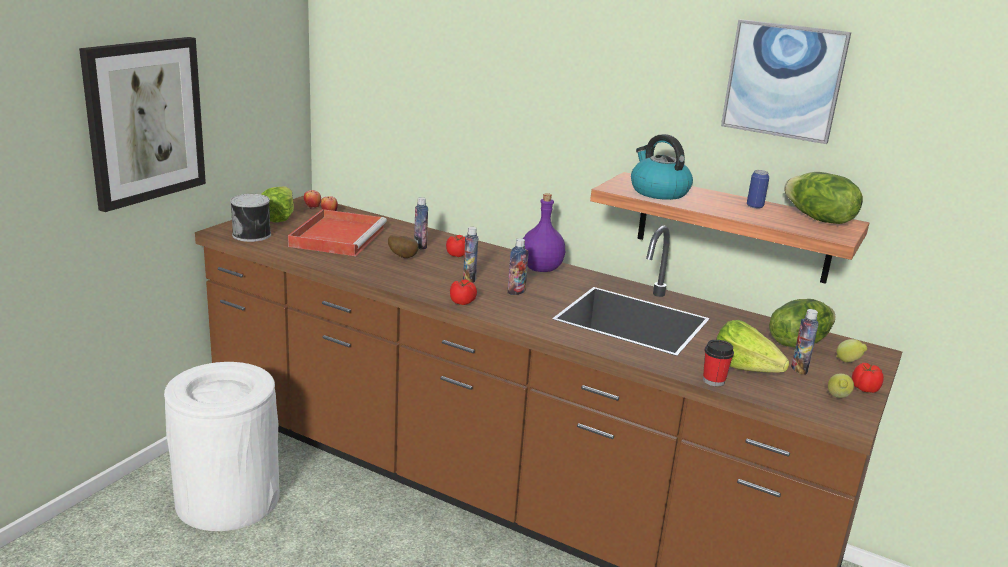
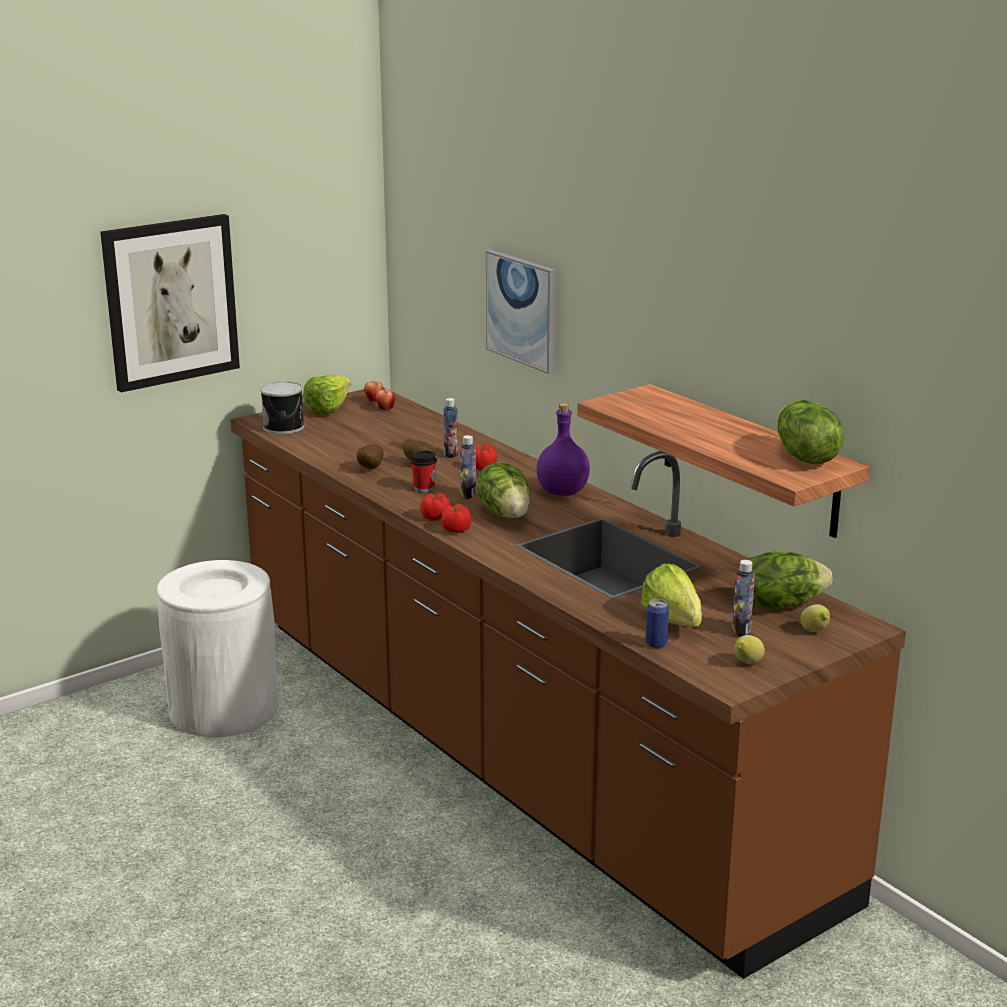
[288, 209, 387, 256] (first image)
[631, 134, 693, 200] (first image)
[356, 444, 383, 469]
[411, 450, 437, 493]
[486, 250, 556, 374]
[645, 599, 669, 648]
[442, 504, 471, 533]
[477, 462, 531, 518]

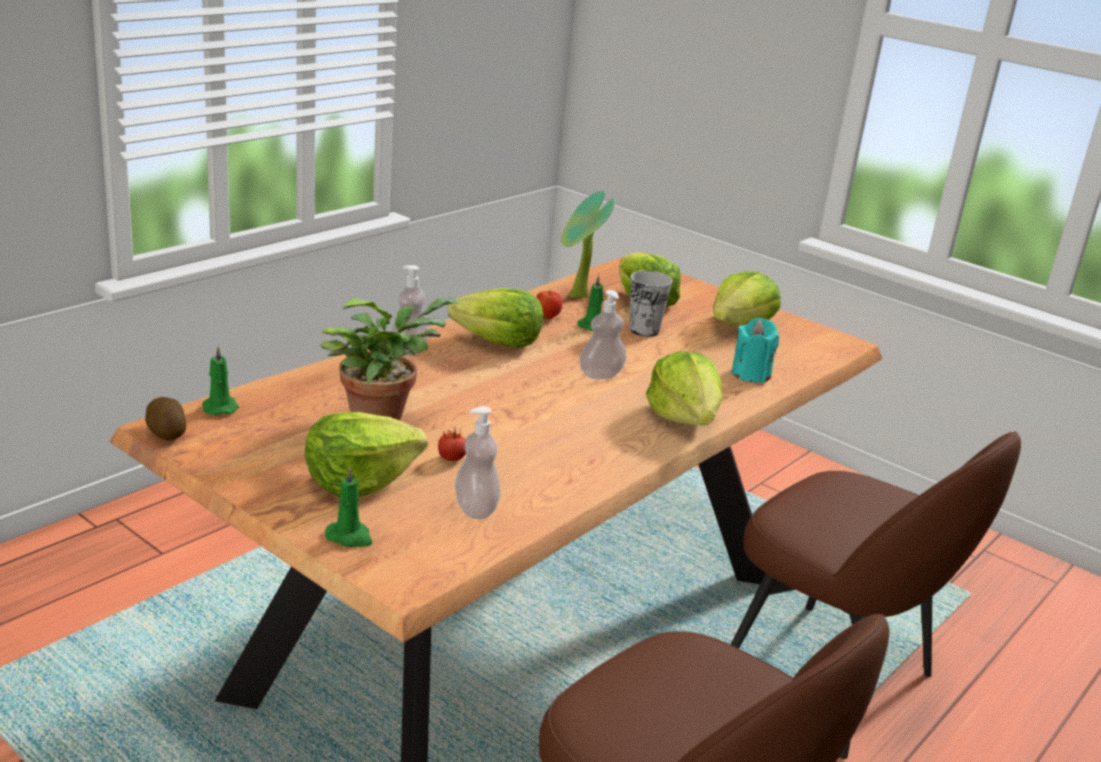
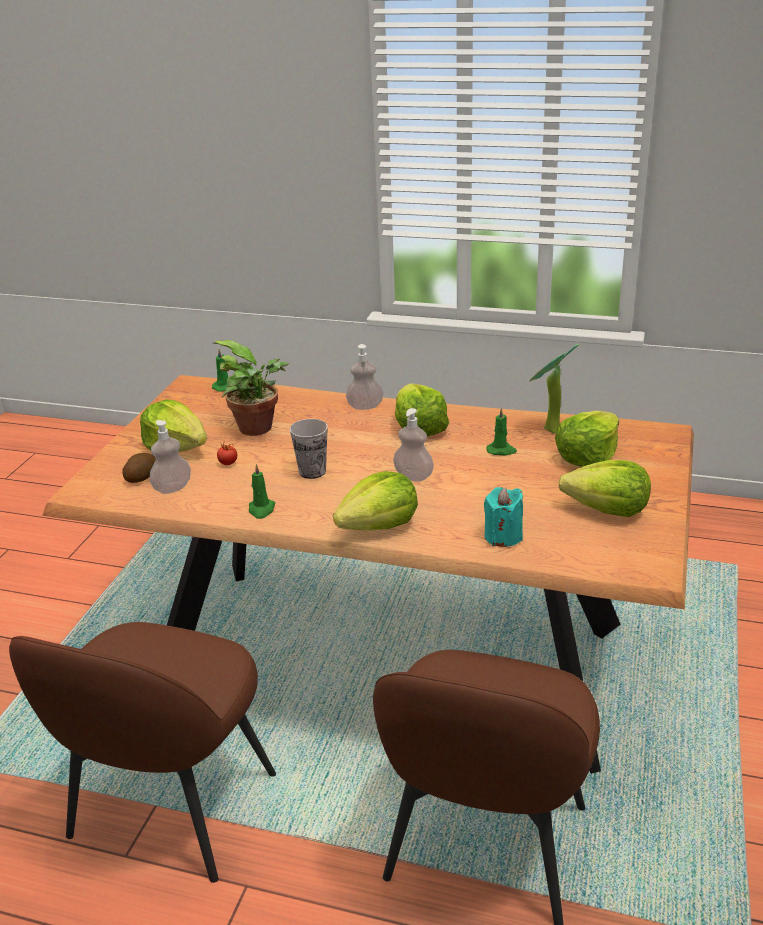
[536, 291, 562, 319] (first image)
[122, 453, 156, 483]
[249, 464, 275, 519]
[290, 419, 328, 479]

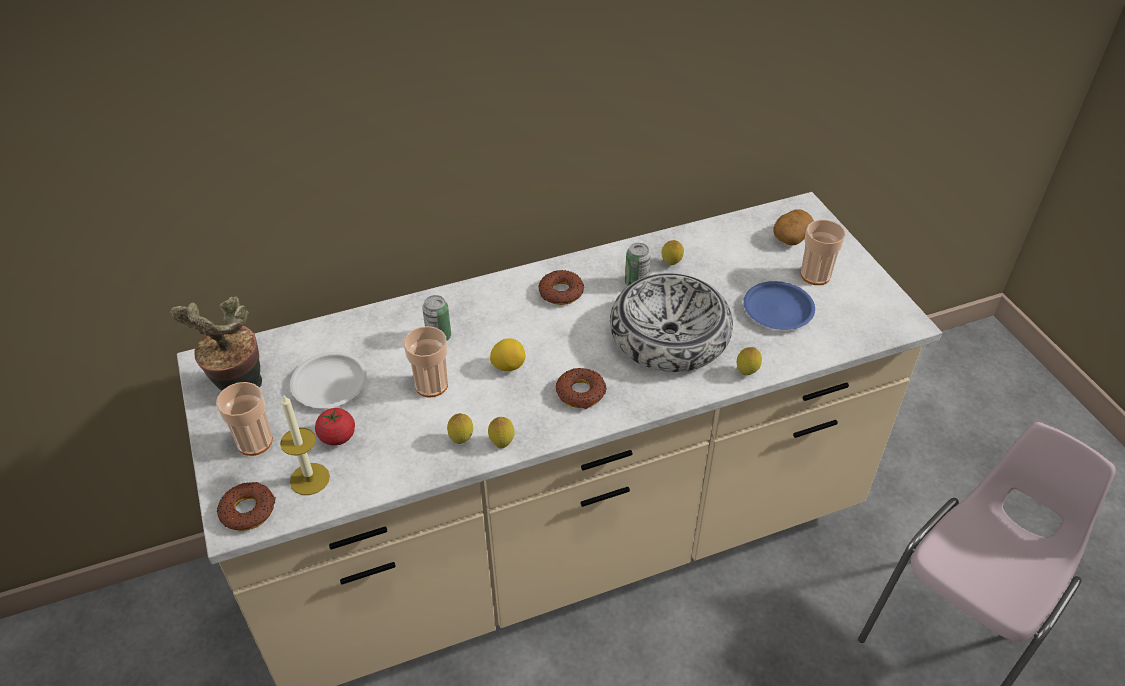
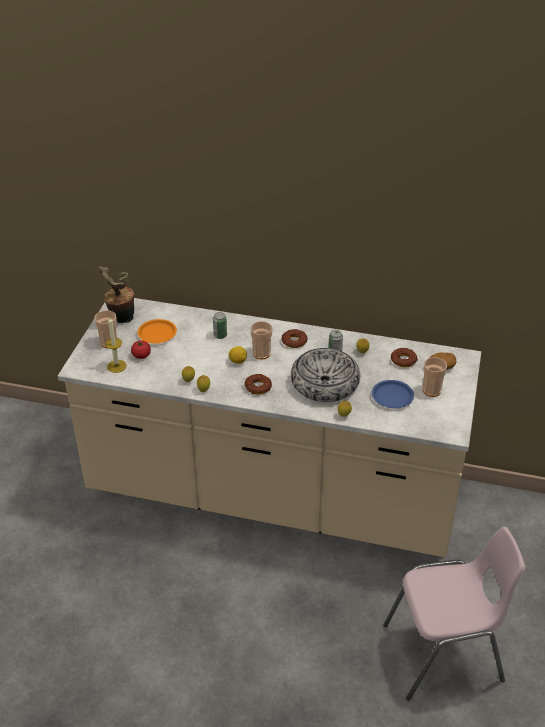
[391, 348, 417, 367]
[250, 321, 273, 360]
[138, 319, 177, 344]

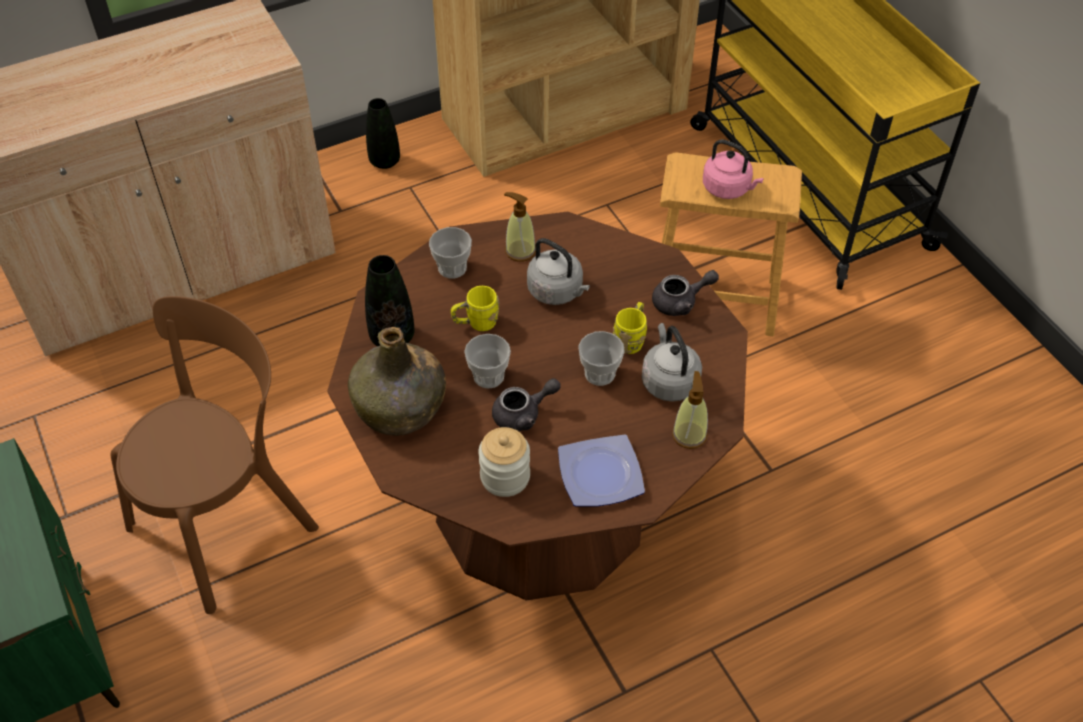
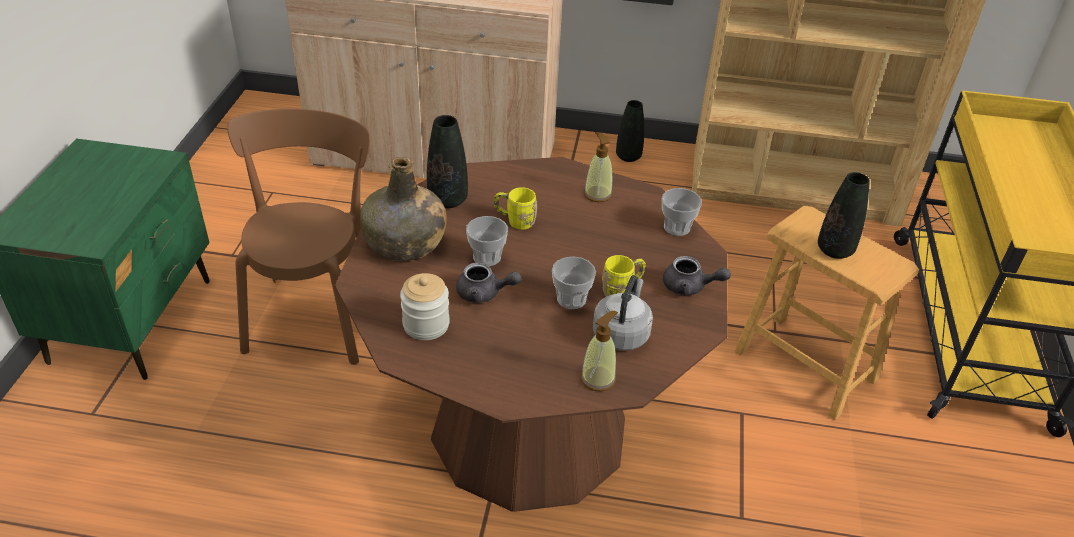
[527, 238, 590, 305] (first image)
[558, 435, 645, 507] (first image)
[662, 188, 702, 236]
[818, 172, 870, 259]
[227, 109, 370, 365]

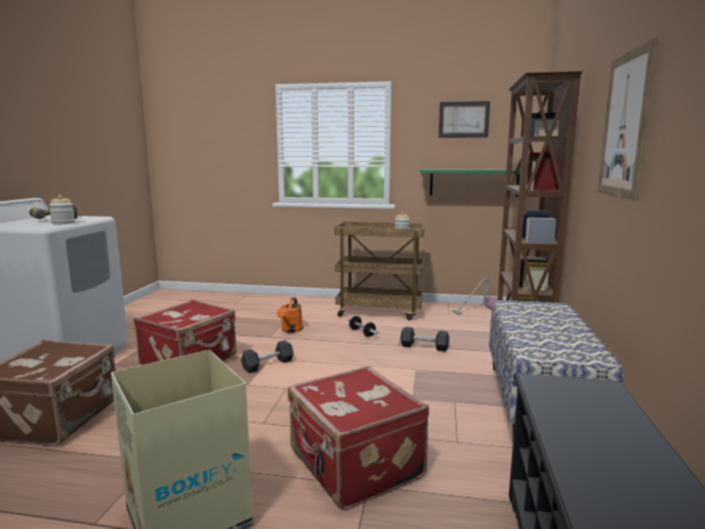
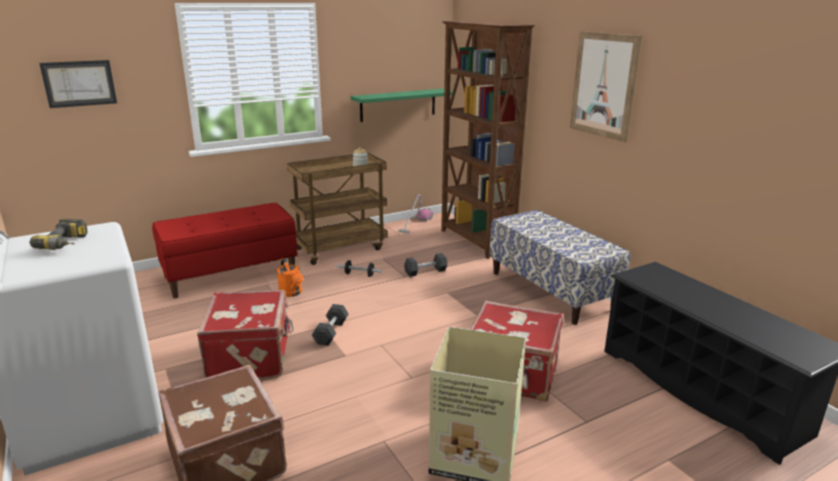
[49, 195, 75, 224] (first image)
[152, 203, 298, 298]
[39, 60, 117, 108]

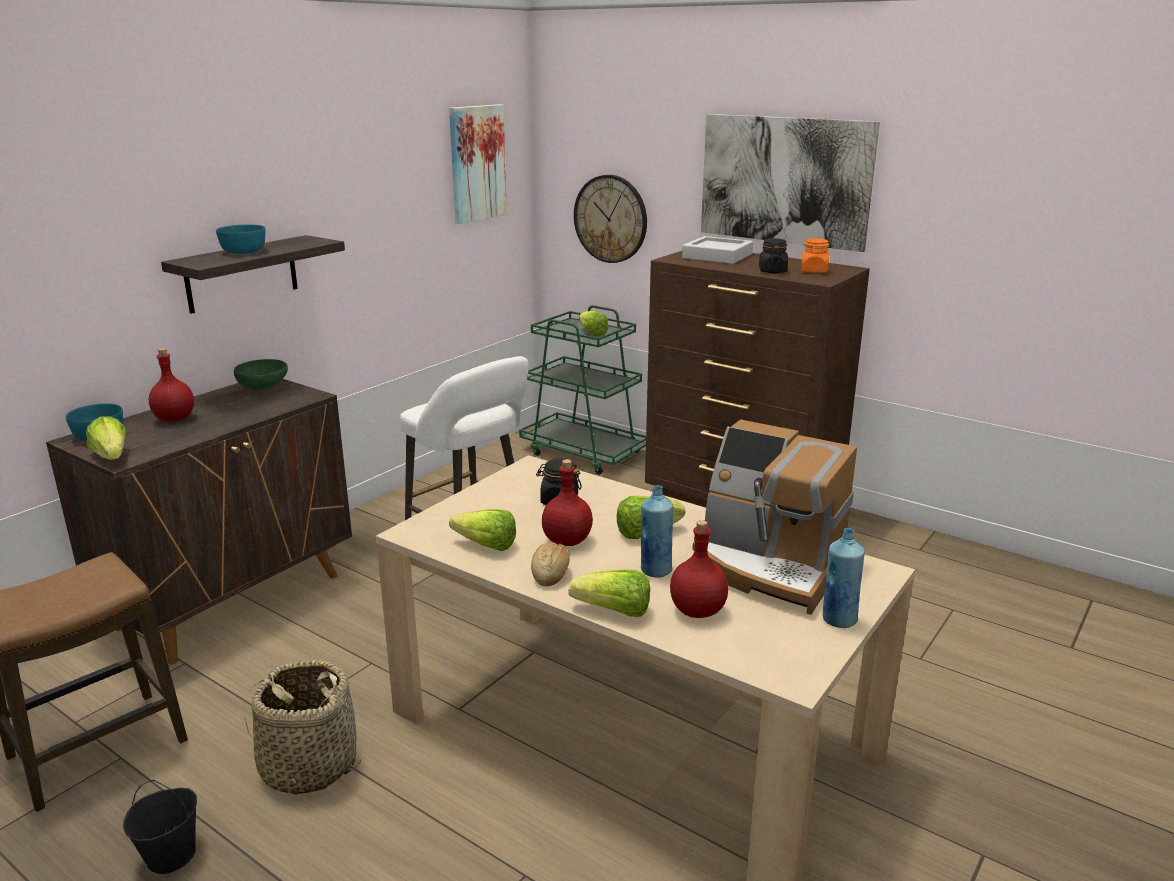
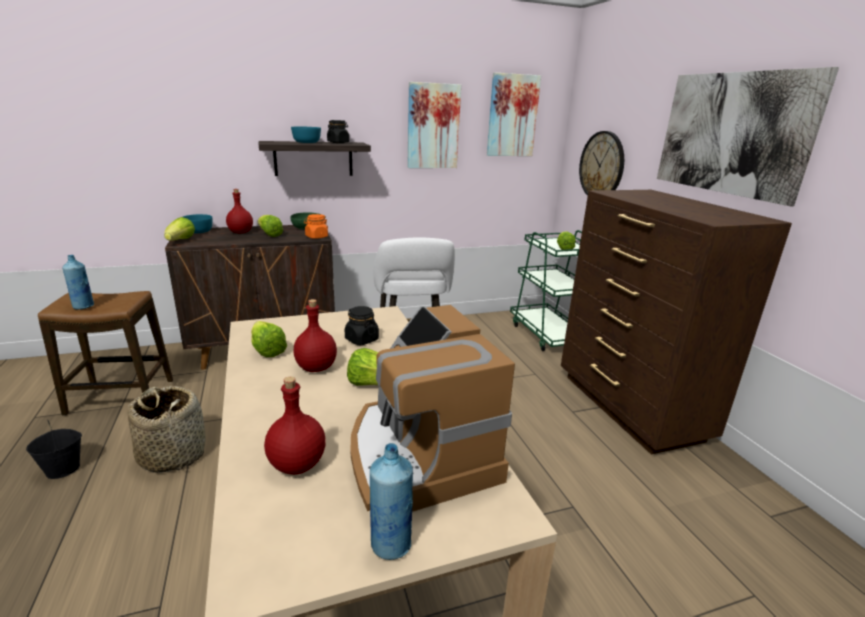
[531, 543, 570, 587] (first image)
[682, 236, 753, 264] (first image)
[407, 82, 461, 168]
[258, 215, 283, 237]
[62, 255, 94, 310]
[327, 120, 349, 143]
[304, 214, 328, 239]

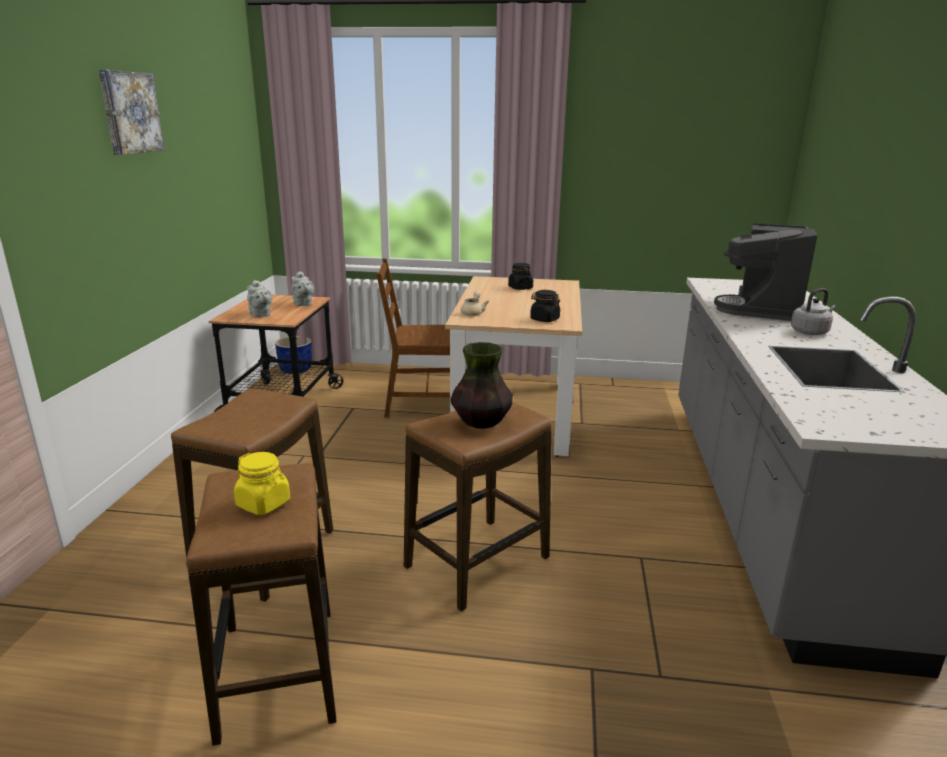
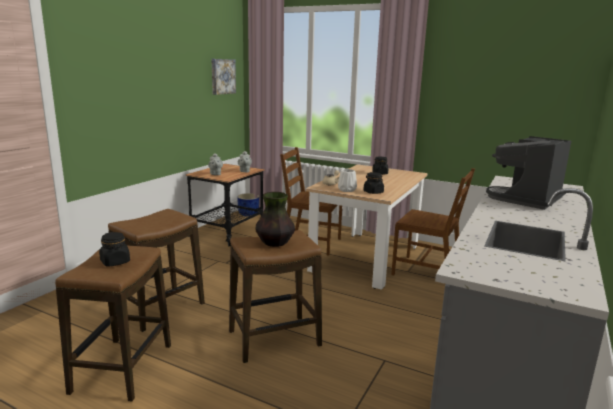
[791, 288, 836, 335] (first image)
[338, 169, 357, 192]
[391, 168, 475, 275]
[211, 59, 236, 95]
[99, 232, 130, 267]

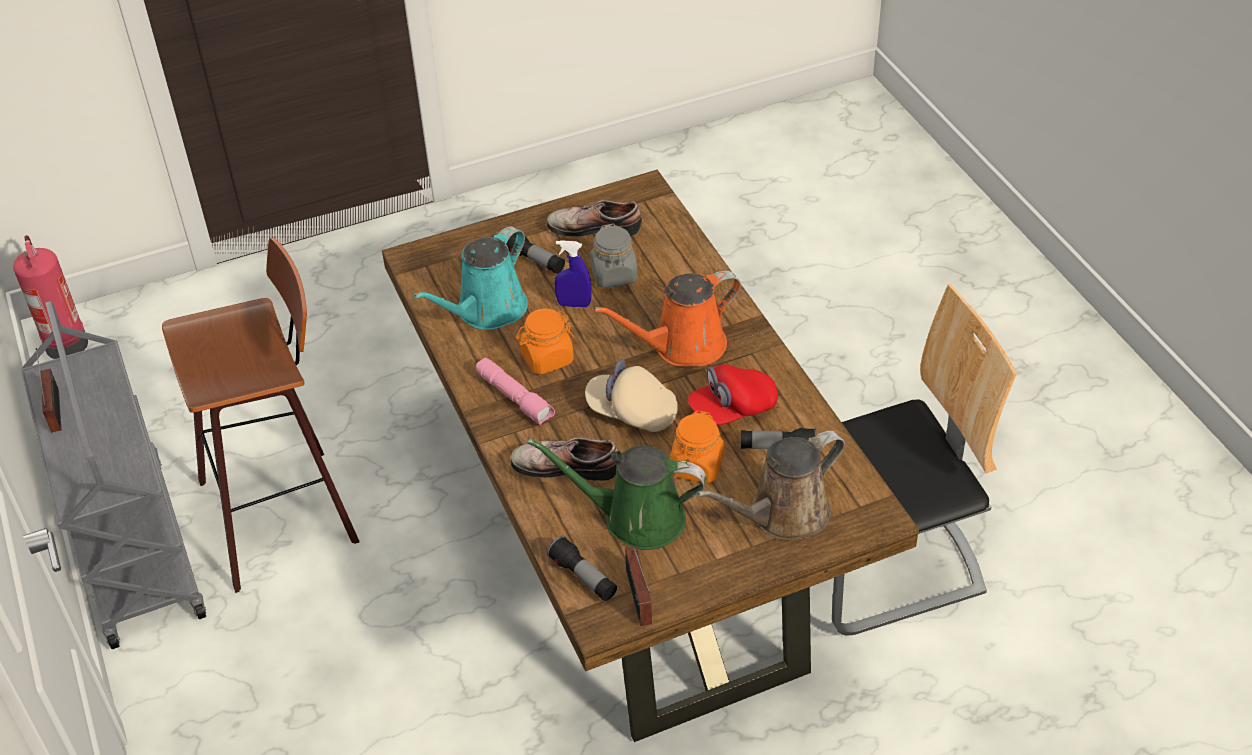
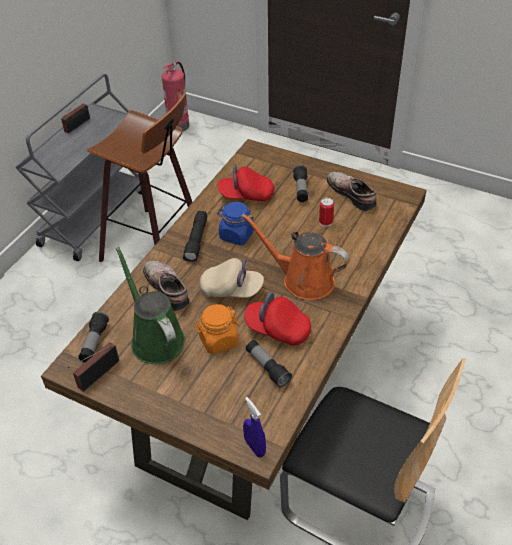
[697, 431, 845, 540] (first image)
[243, 397, 266, 457]
[217, 164, 274, 201]
[319, 198, 334, 227]
[183, 211, 207, 262]
[217, 202, 254, 245]
[200, 258, 264, 298]

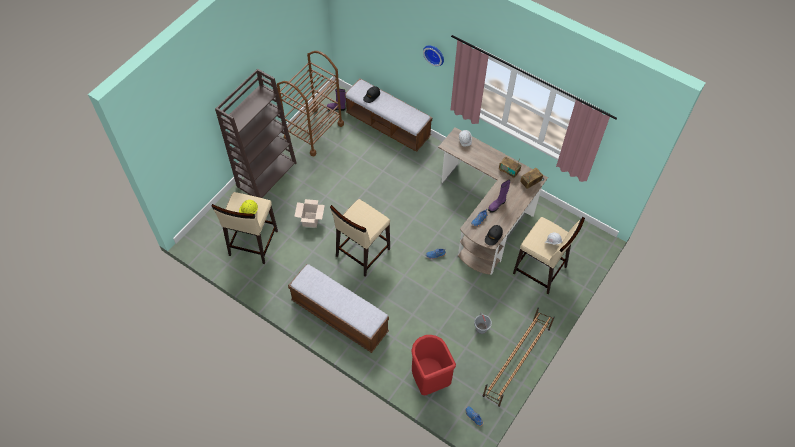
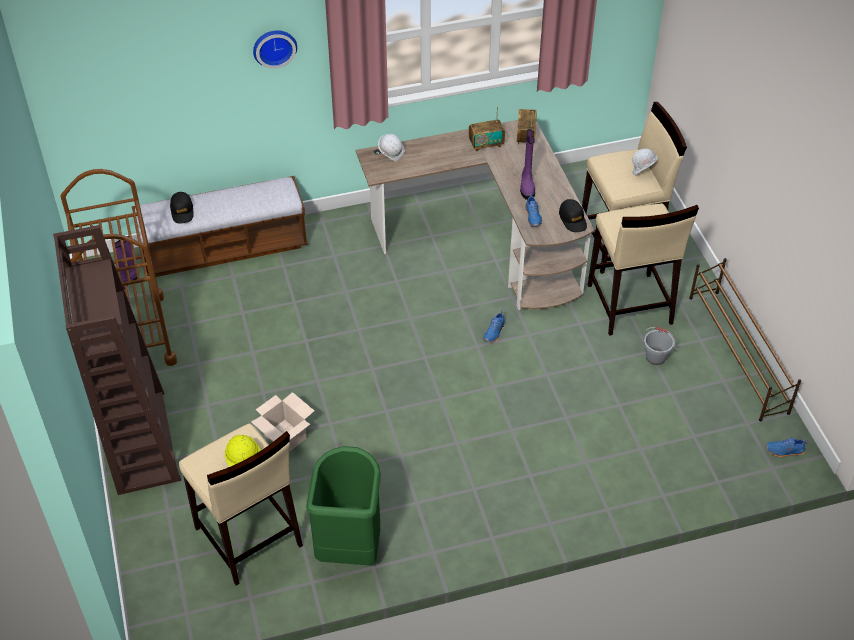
[288, 264, 389, 353] (first image)
[411, 335, 456, 395] (first image)
[306, 446, 380, 565]
[588, 203, 699, 336]

